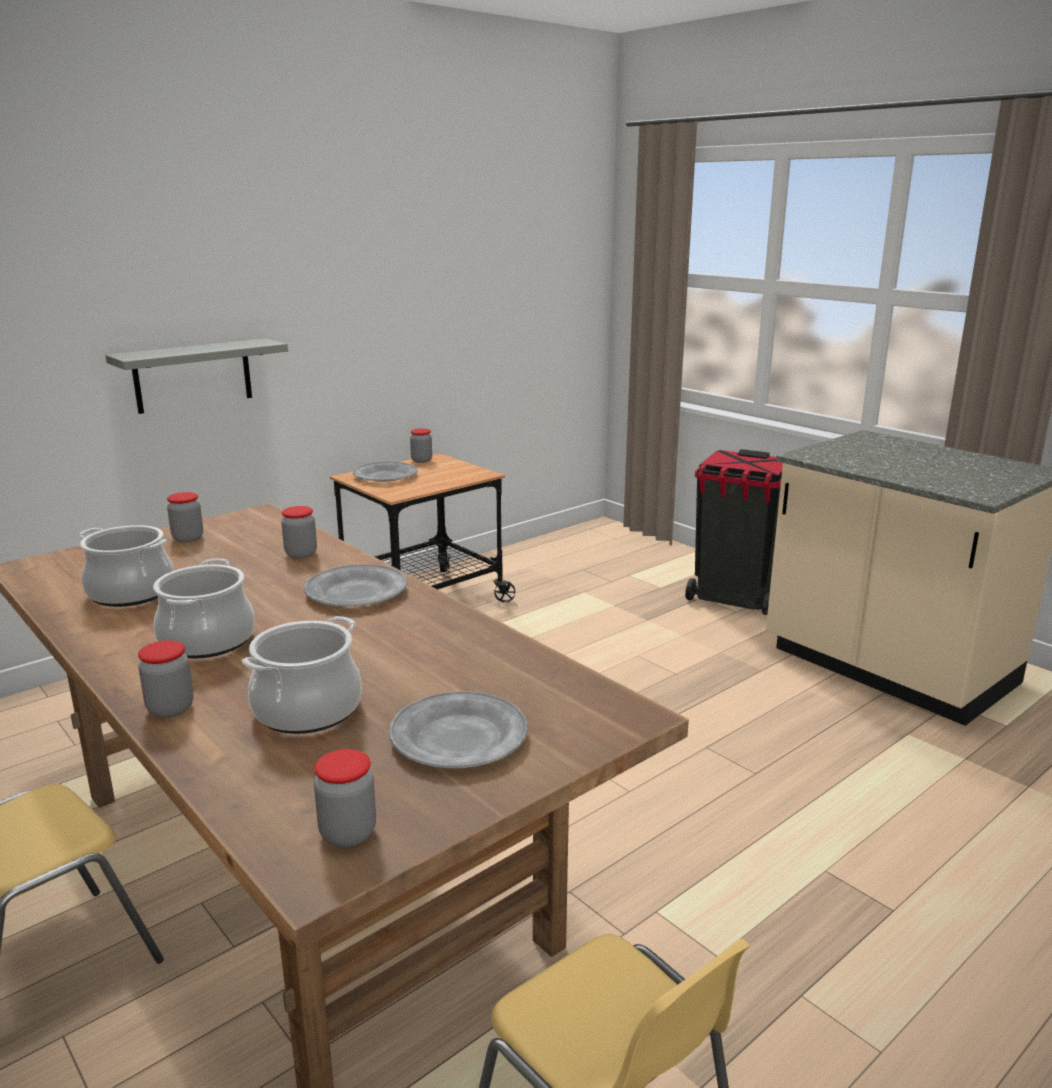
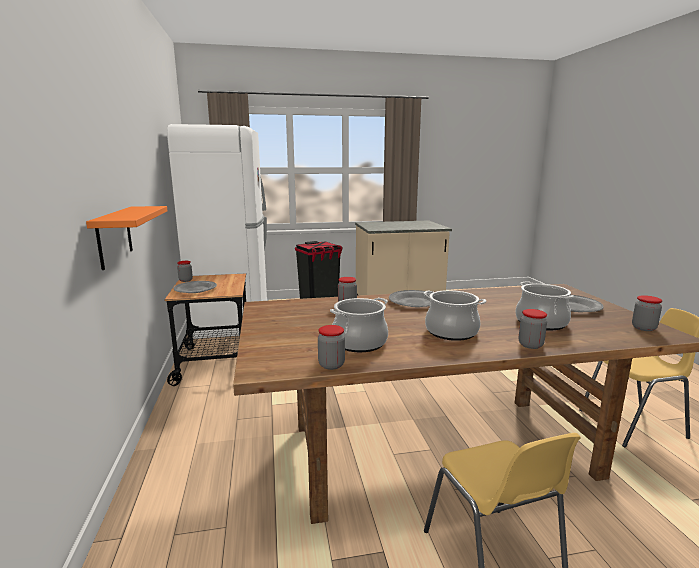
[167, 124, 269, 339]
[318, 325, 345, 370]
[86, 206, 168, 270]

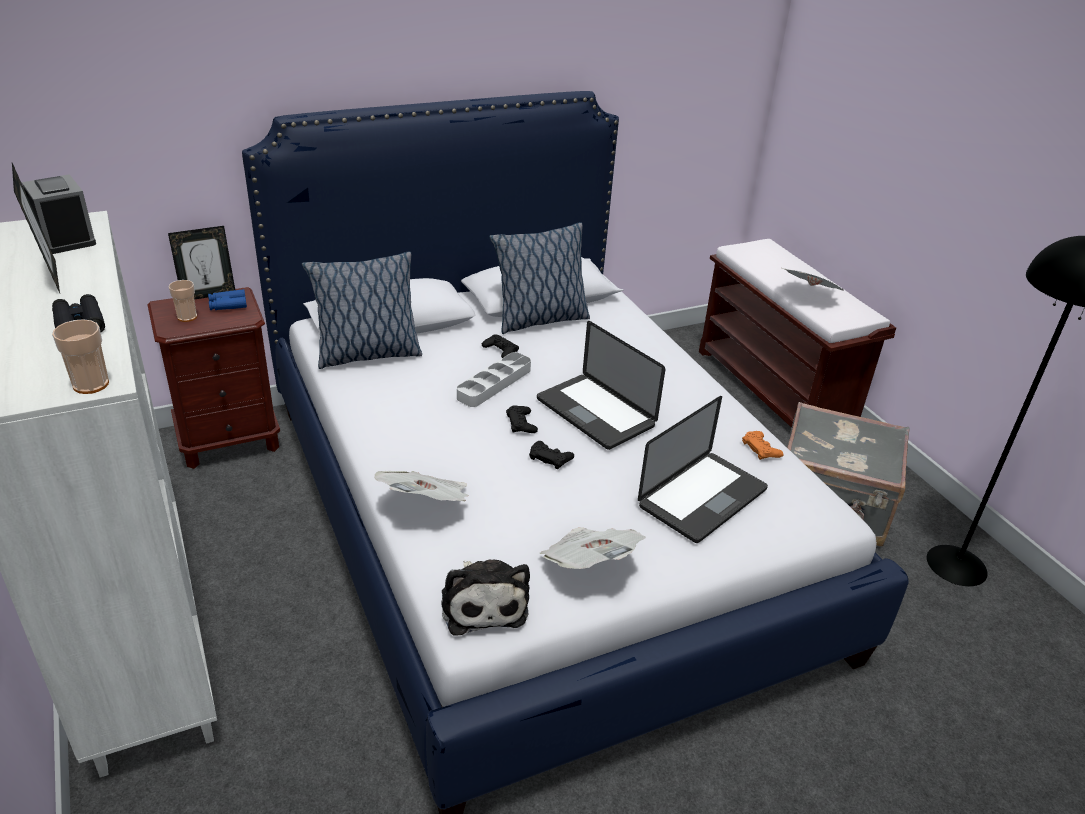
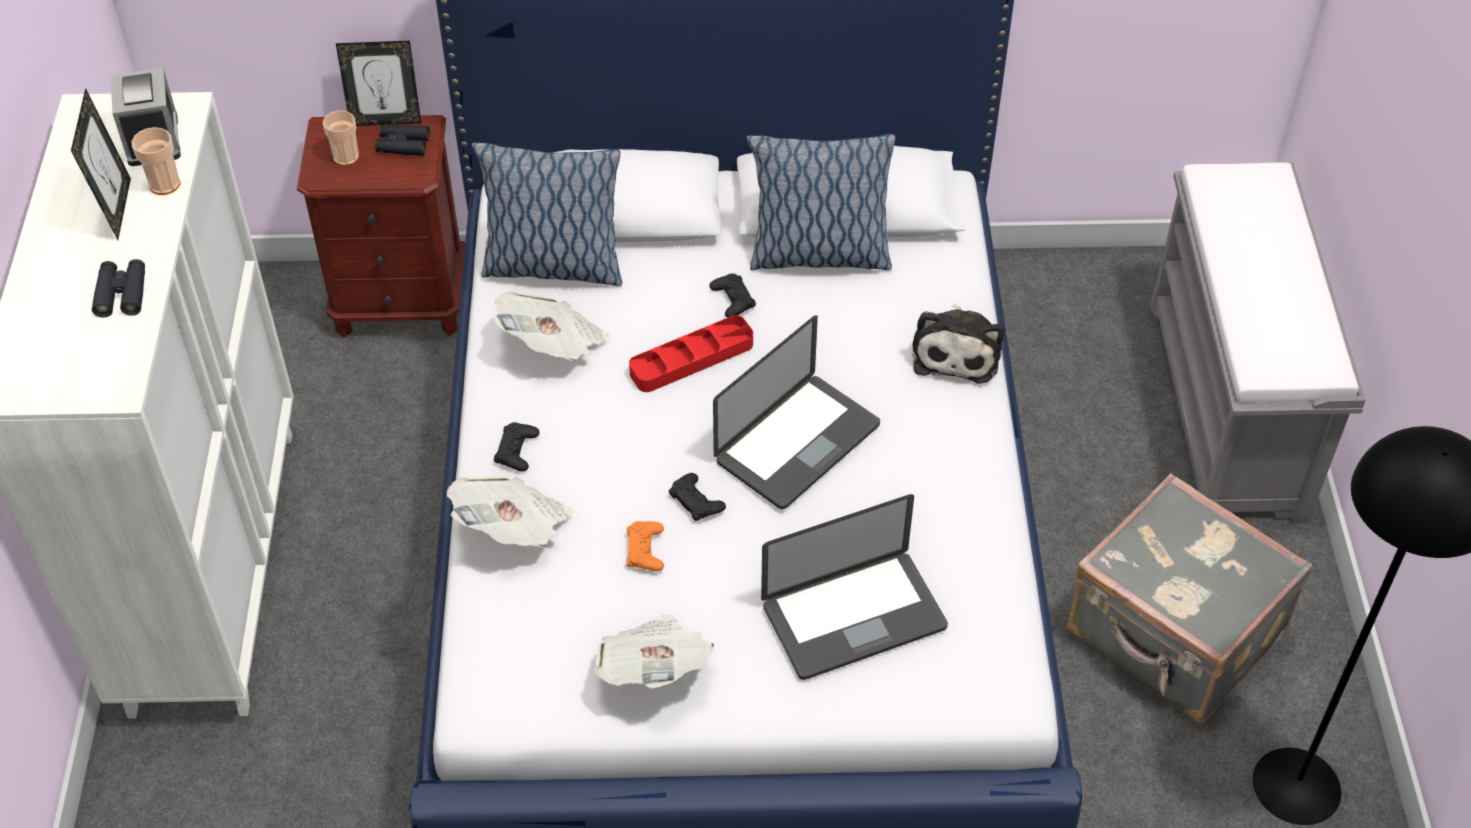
[131, 127, 180, 195]
[912, 305, 1004, 384]
[494, 422, 540, 471]
[626, 521, 664, 571]
[493, 291, 610, 361]
[375, 125, 430, 156]
[629, 315, 753, 392]
[1150, 162, 1366, 523]
[713, 315, 880, 510]

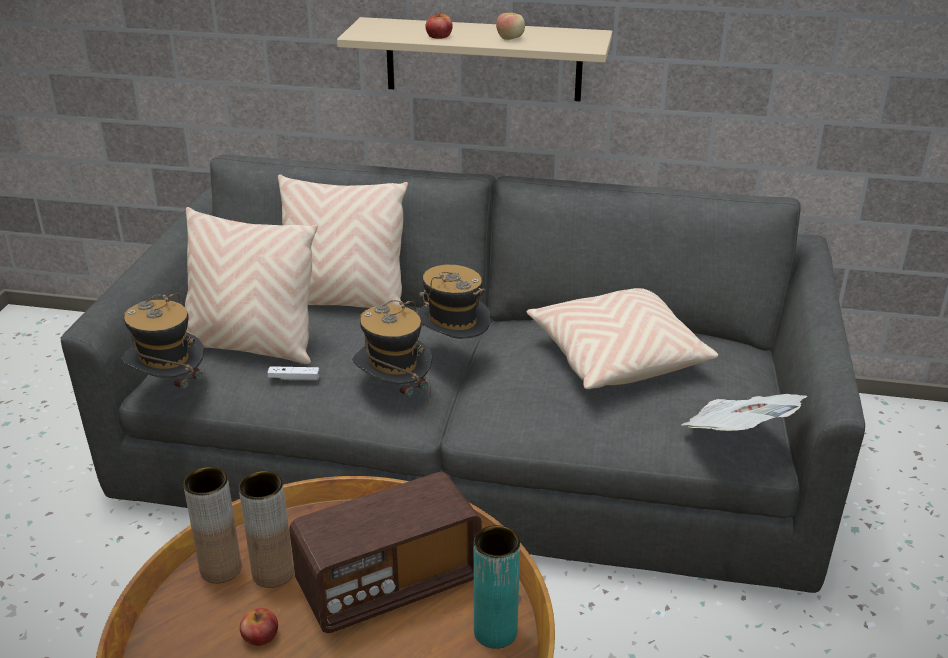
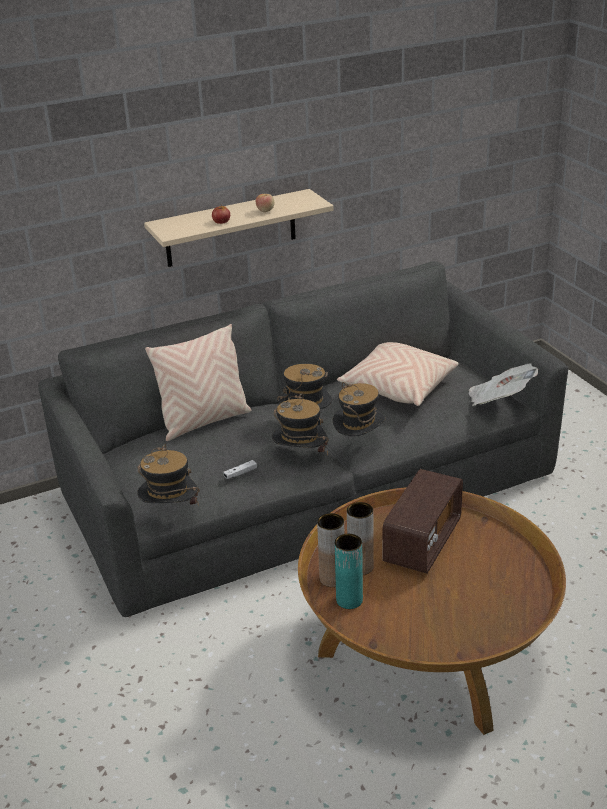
[185, 207, 317, 364] (first image)
[240, 608, 278, 646] (first image)
[332, 382, 386, 436]
[335, 534, 363, 609]

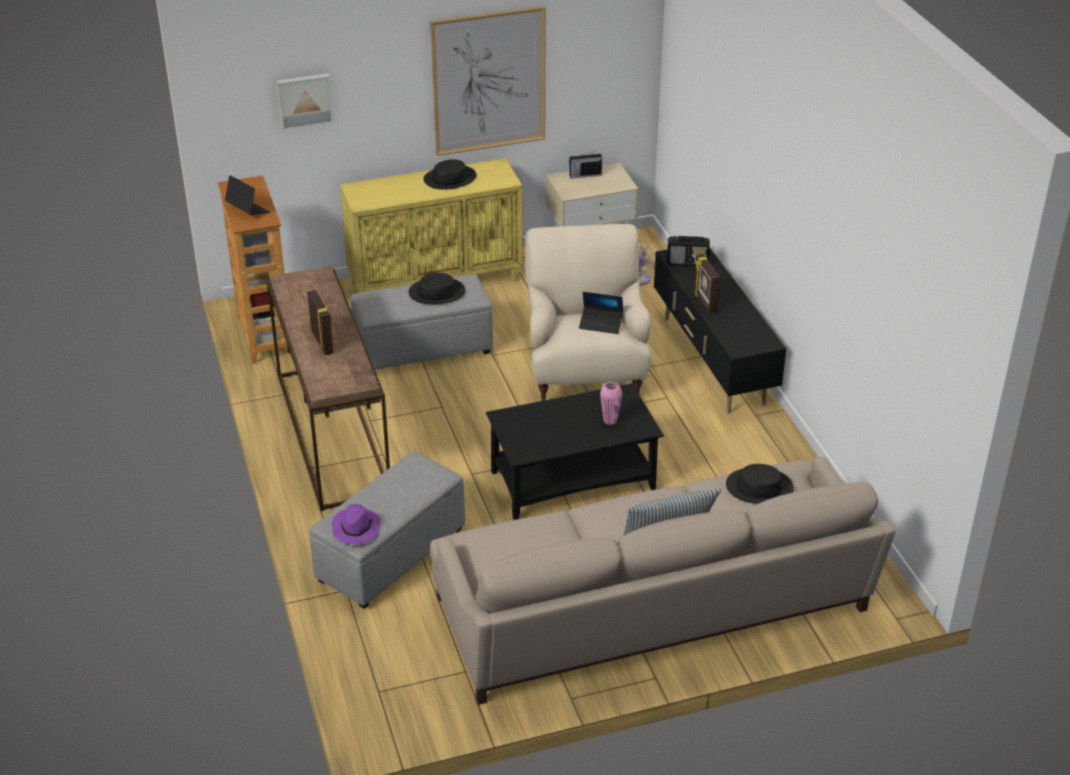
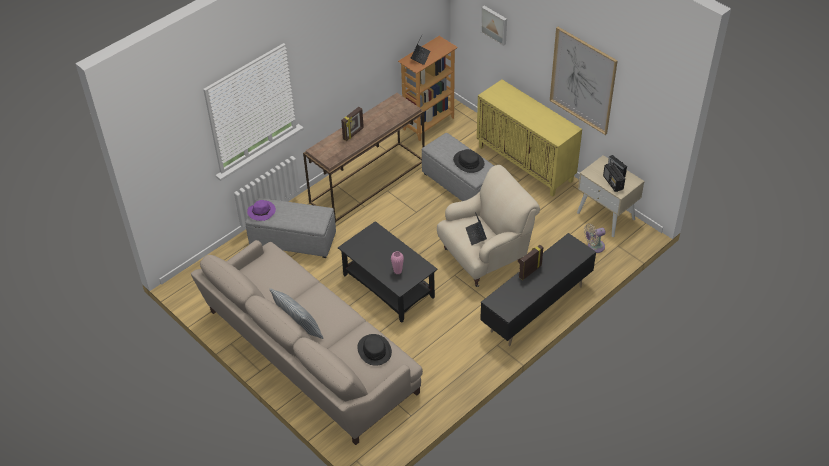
[423, 159, 476, 190] (first image)
[603, 163, 625, 192]

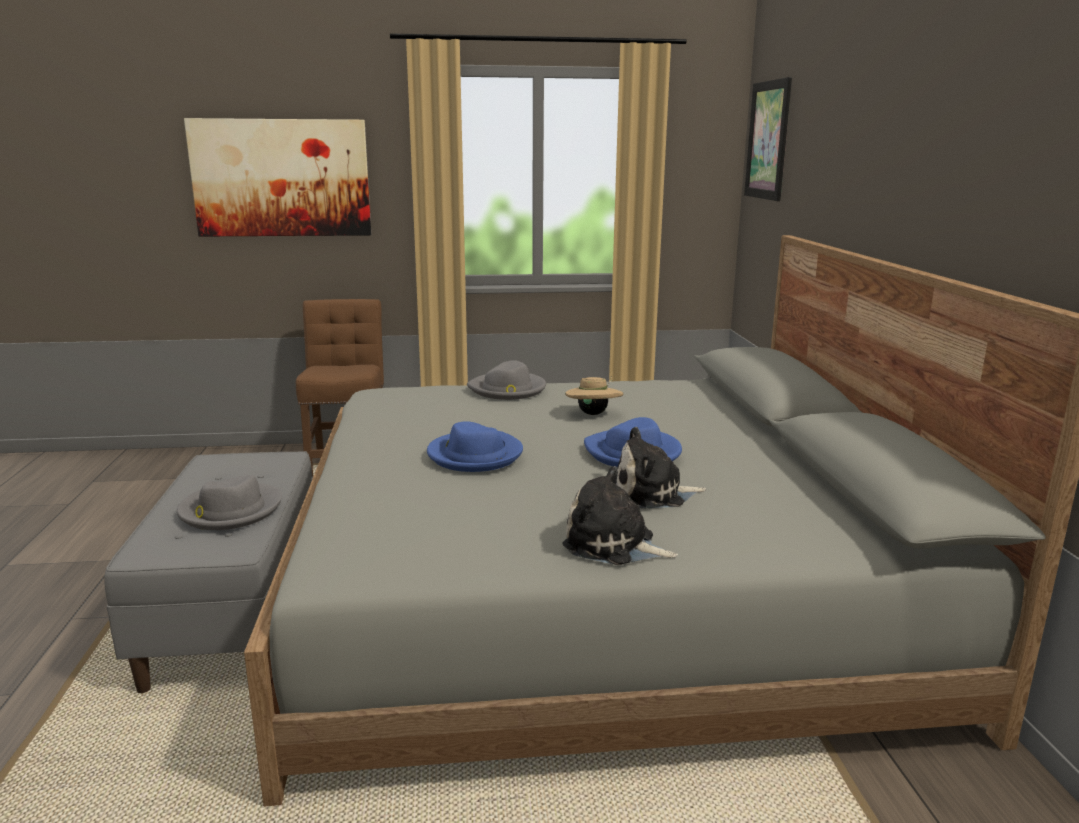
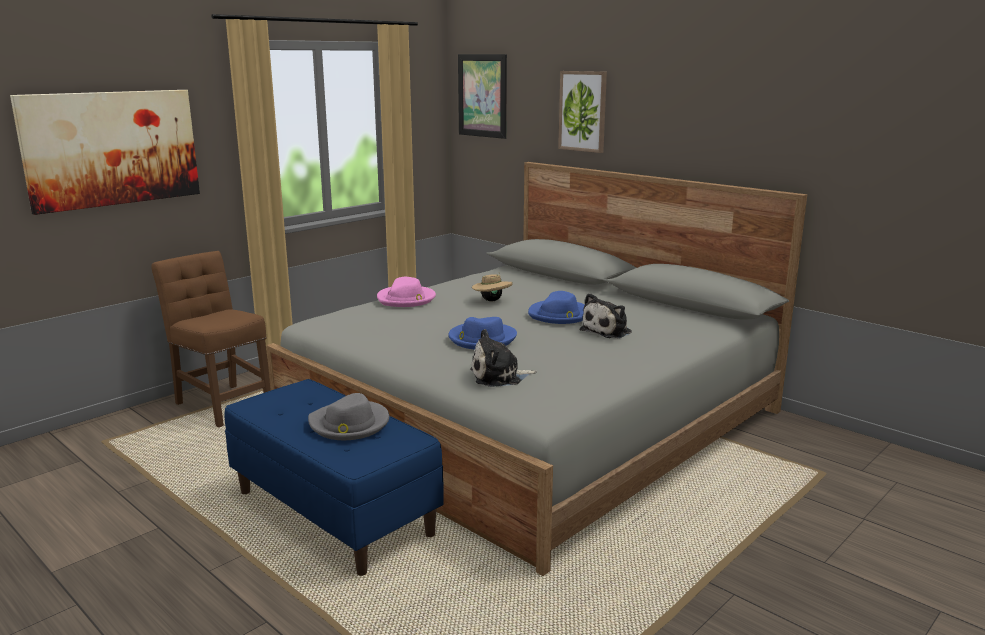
[558, 71, 607, 153]
[470, 329, 537, 387]
[225, 379, 444, 576]
[377, 277, 436, 307]

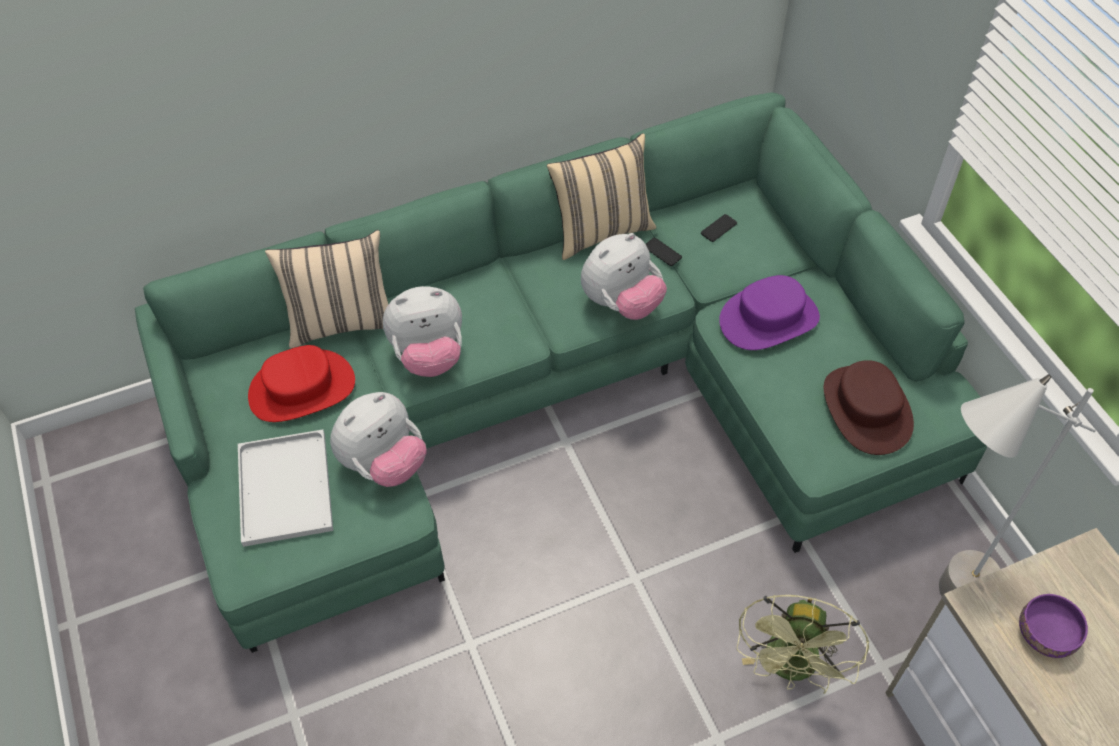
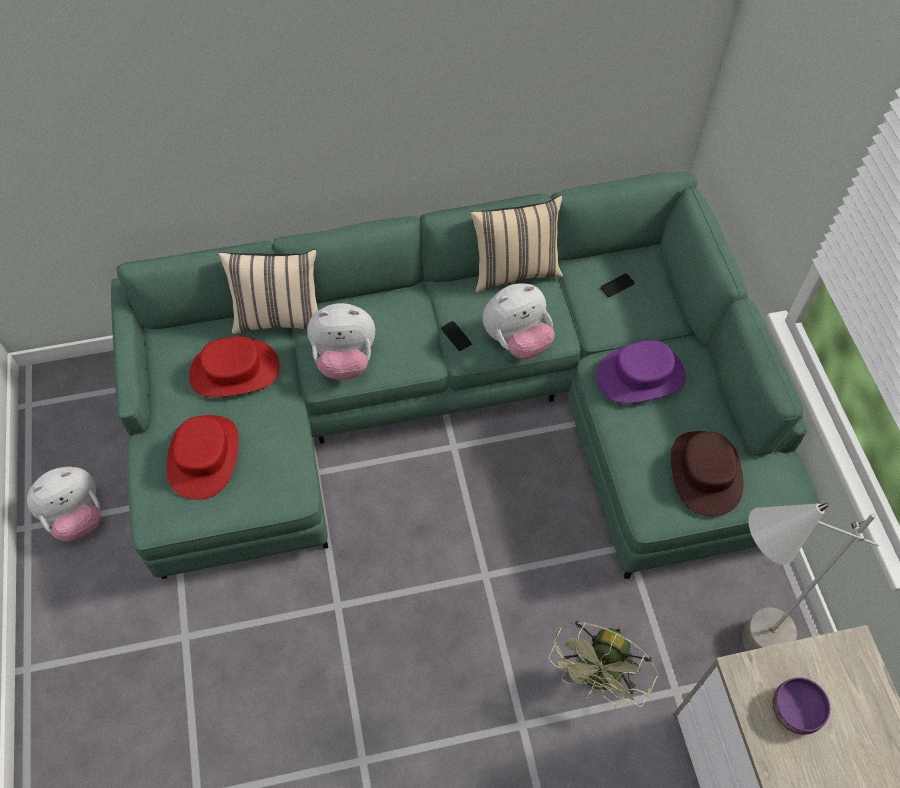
[27, 467, 101, 541]
[441, 321, 472, 351]
[166, 415, 239, 500]

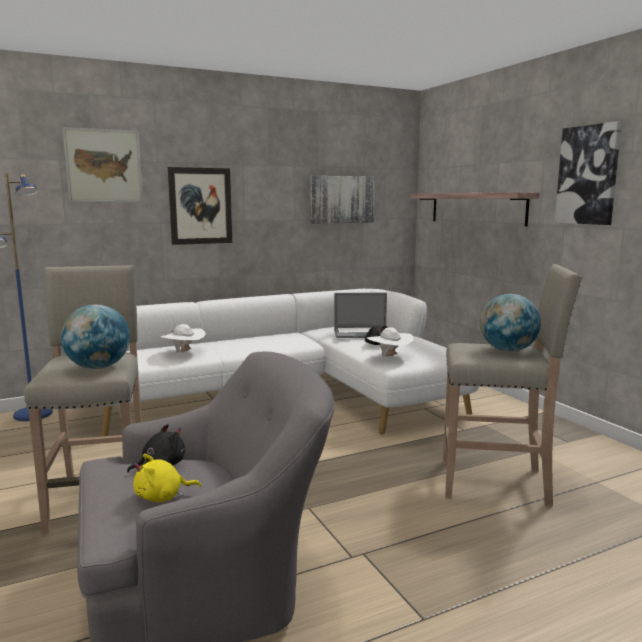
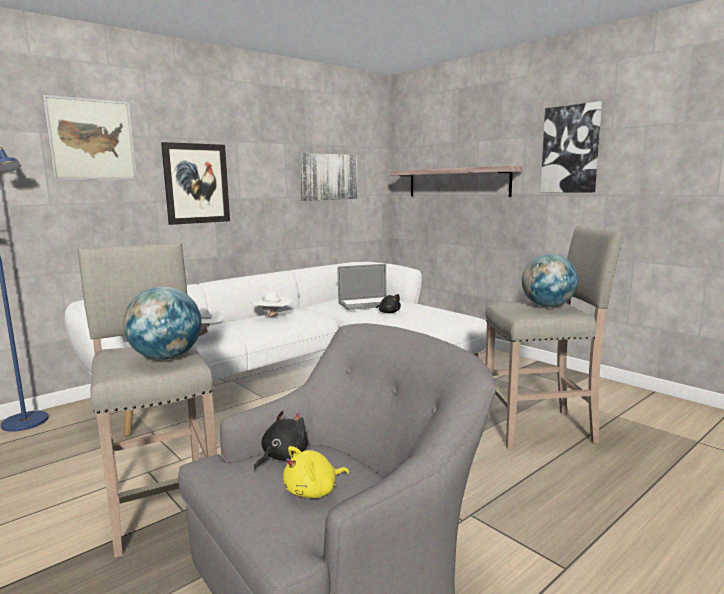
[250, 292, 292, 317]

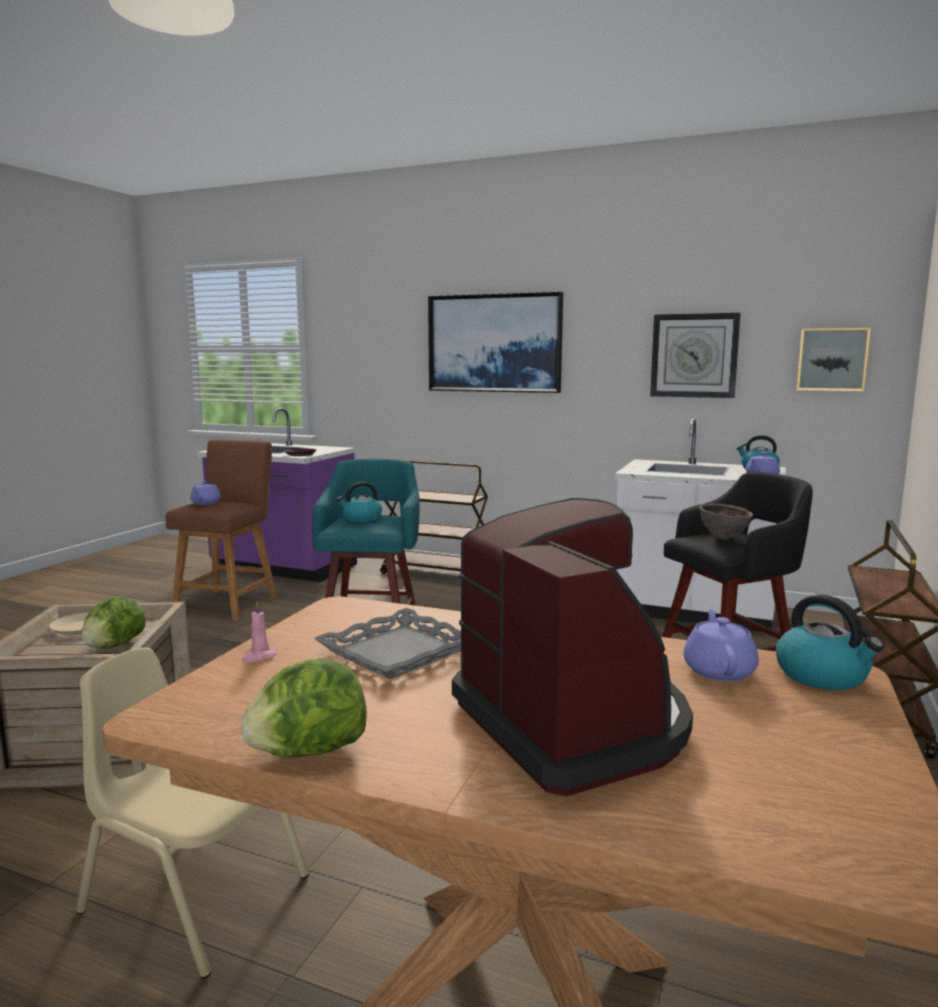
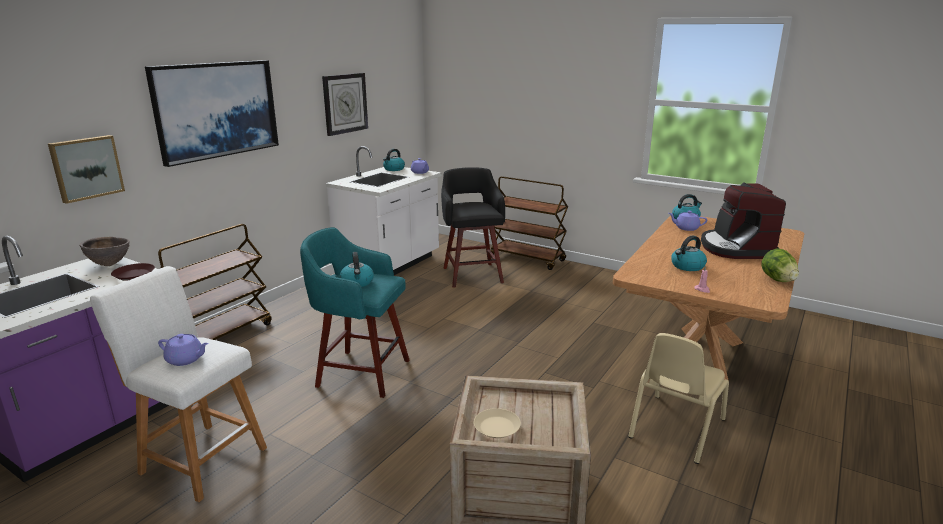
[81, 597, 146, 649] (first image)
[79, 237, 130, 266]
[48, 135, 125, 204]
[671, 236, 707, 271]
[90, 266, 267, 502]
[701, 183, 786, 259]

